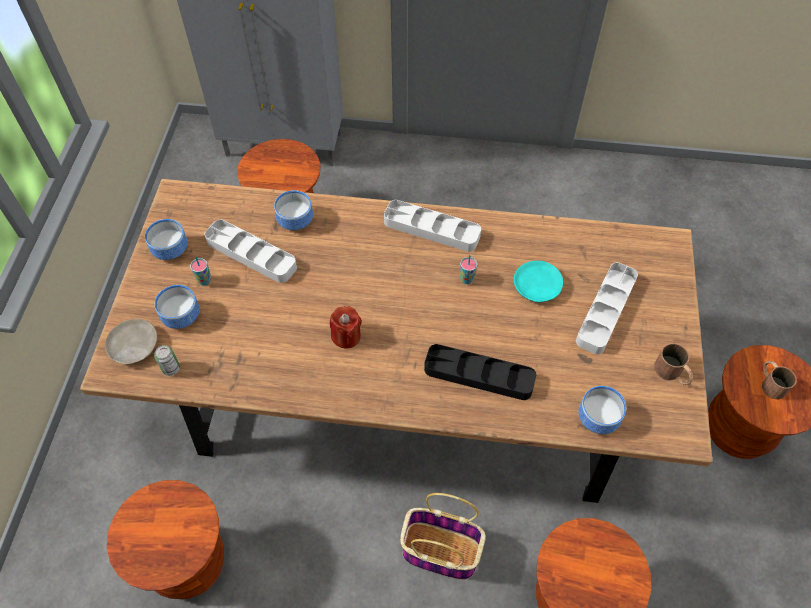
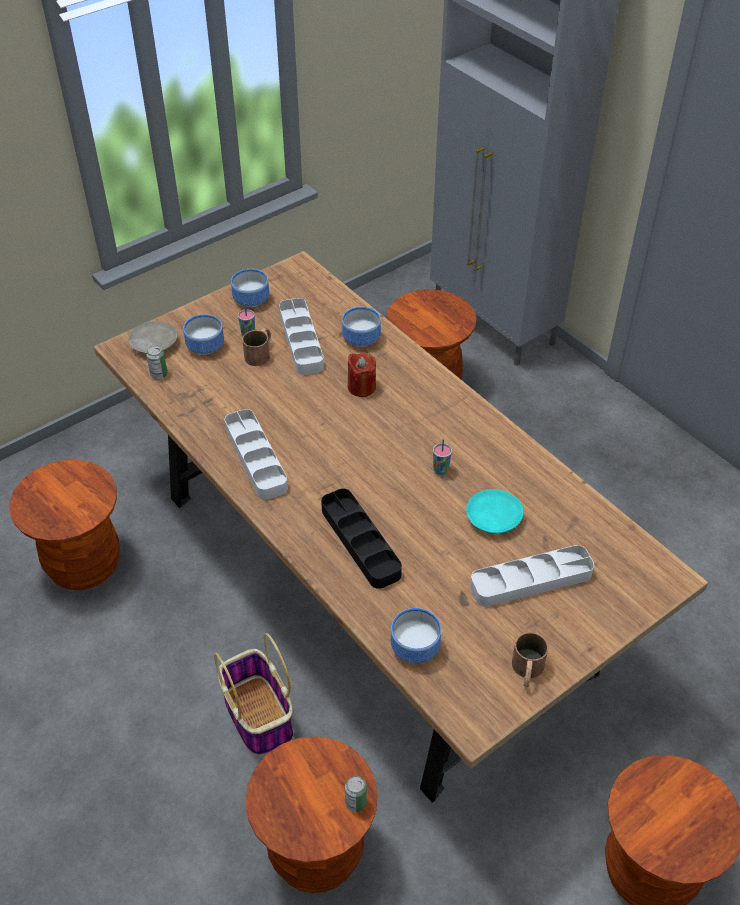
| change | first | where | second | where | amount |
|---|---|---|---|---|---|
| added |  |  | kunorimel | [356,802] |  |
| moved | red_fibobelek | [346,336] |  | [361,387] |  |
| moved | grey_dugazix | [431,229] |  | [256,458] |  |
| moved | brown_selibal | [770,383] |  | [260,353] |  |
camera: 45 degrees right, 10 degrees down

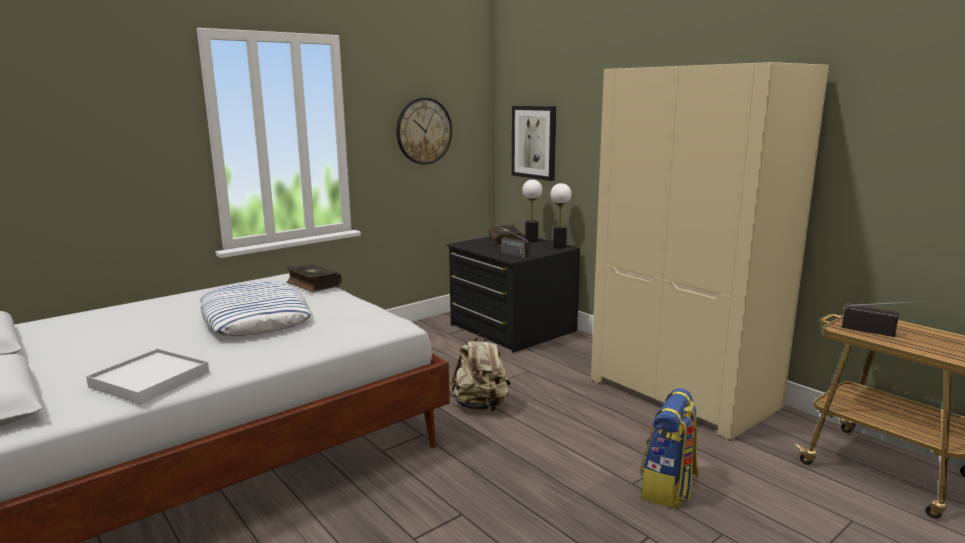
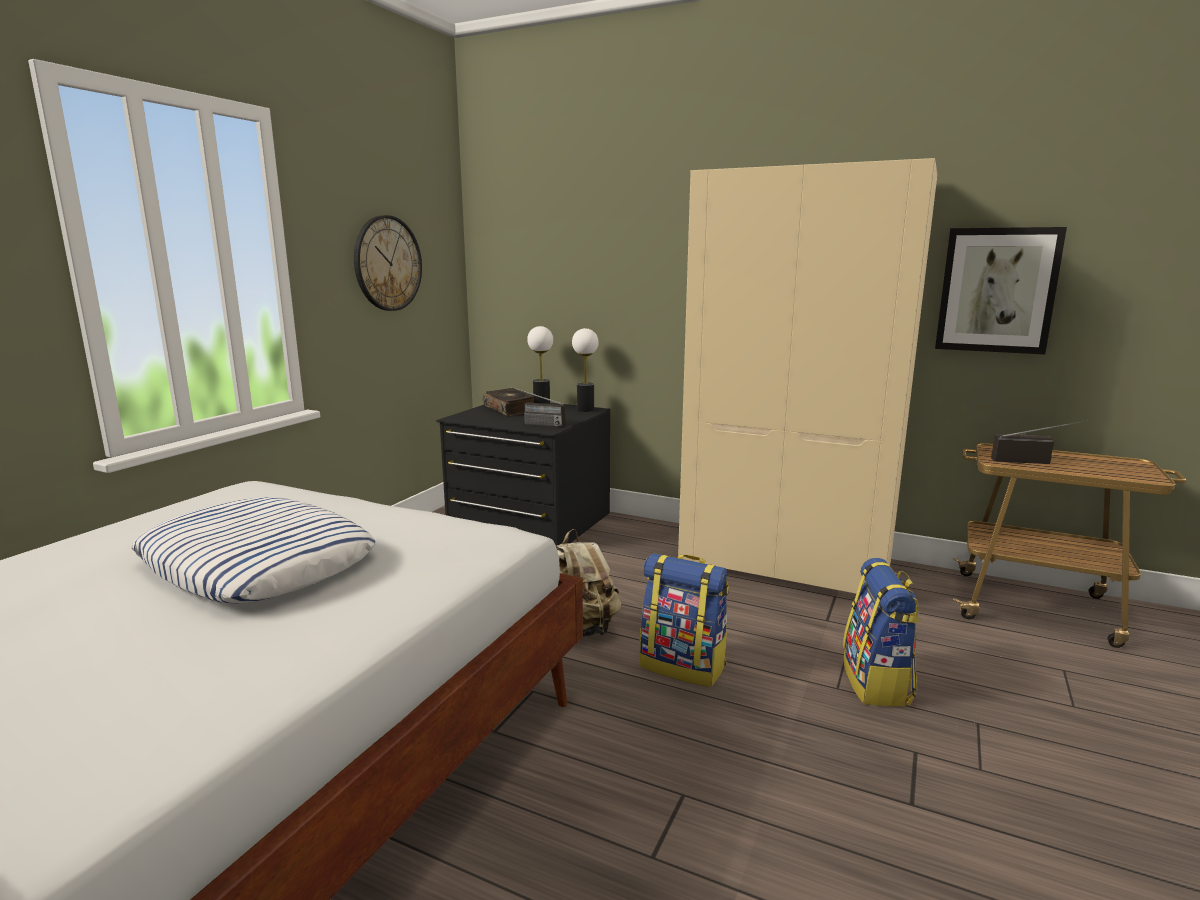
| change | first | where | second | where | amount |
|---|---|---|---|---|---|
| removed | white_dugazix | [150,379] |  |  |  |
| removed | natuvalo | [313,284] |  |  |  |
| added |  |  | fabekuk | [683,666] |  |
| moved | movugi | [534,142] |  | [997,290] |  |
camera: 25 degrees left, 0 degrees up

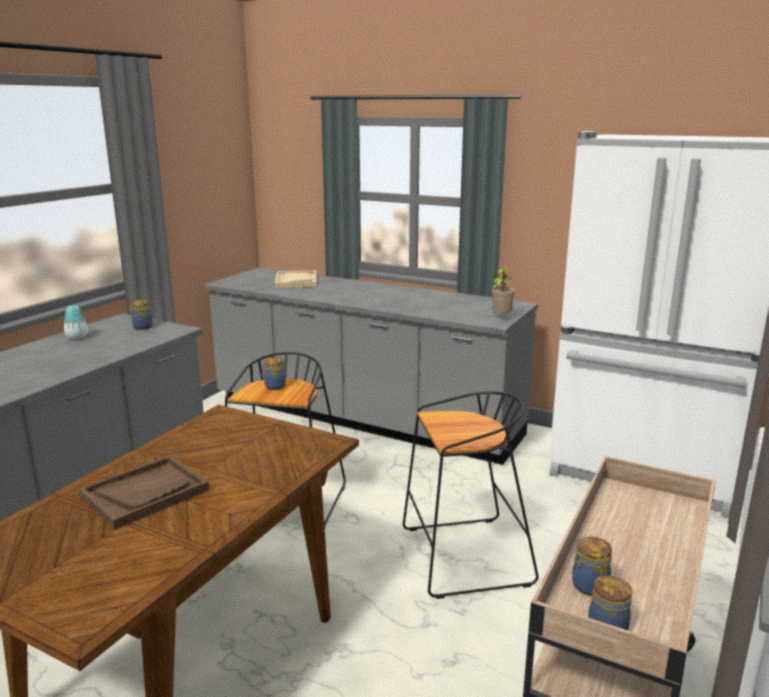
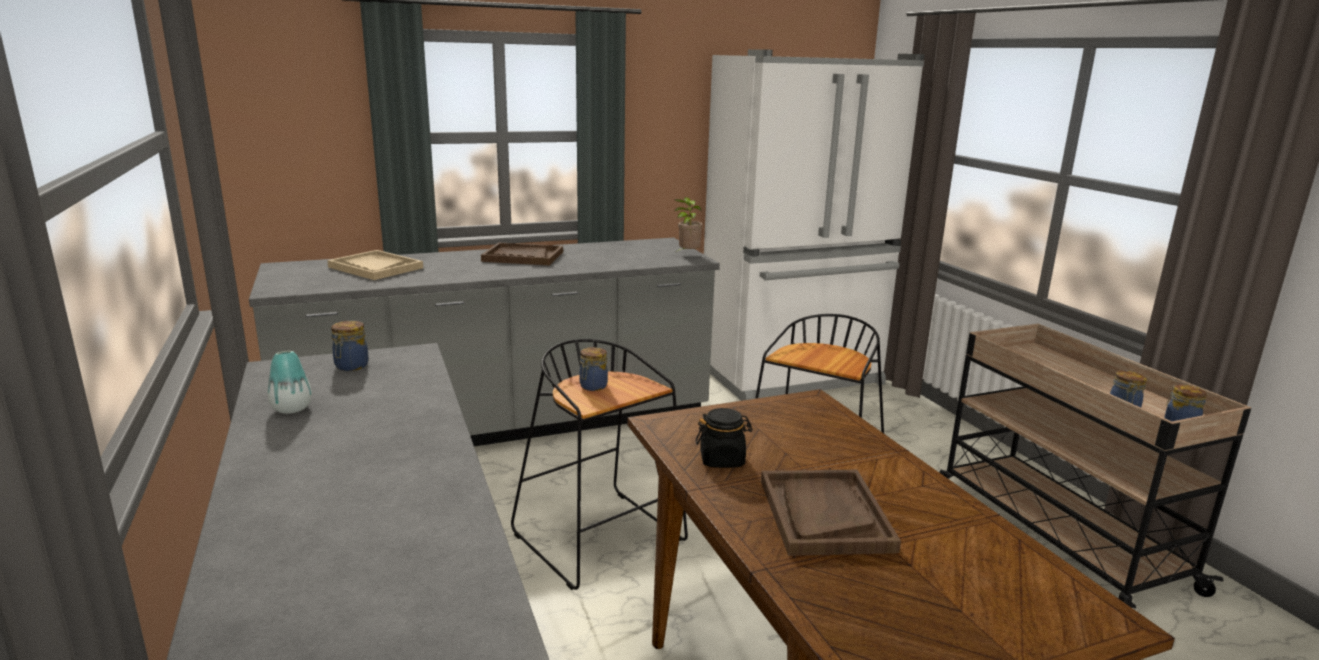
| change | first | where | second | where | amount |
|---|---|---|---|---|---|
| added |  |  | brown_dugazix | [523,257] |  |
| added |  |  | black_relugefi | [722,460] |  |
camera: 50 degrees left, 0 degrees up

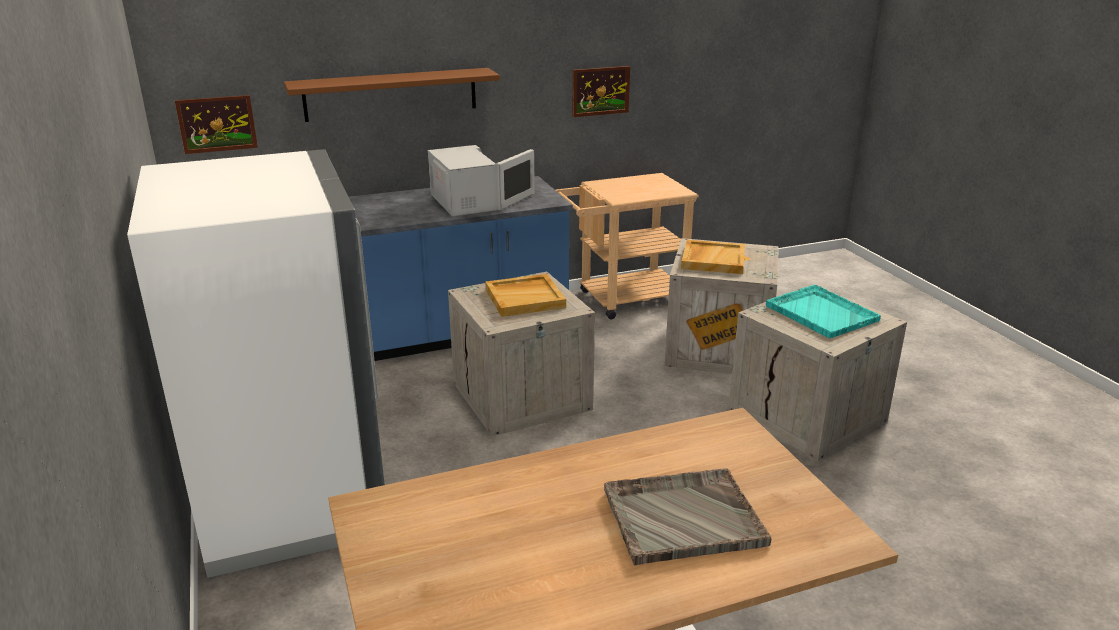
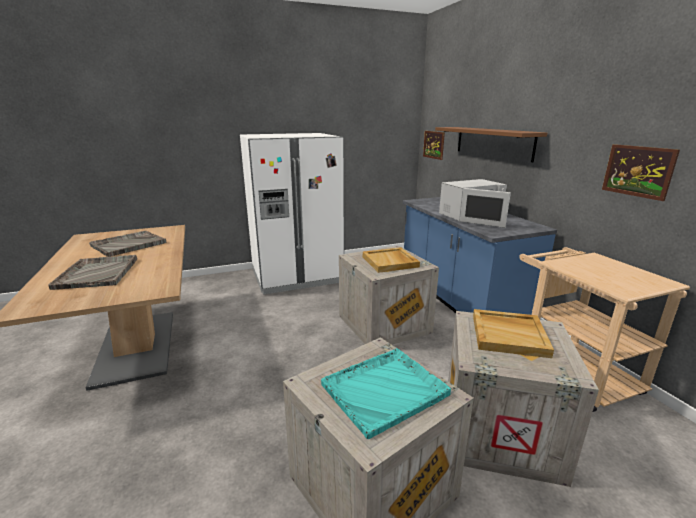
| change | first | where | second | where | amount |
|---|---|---|---|---|---|
| added |  |  | grey_dugazix | [128,244] |  |
camera: 90 degrees right, 5 degrees down

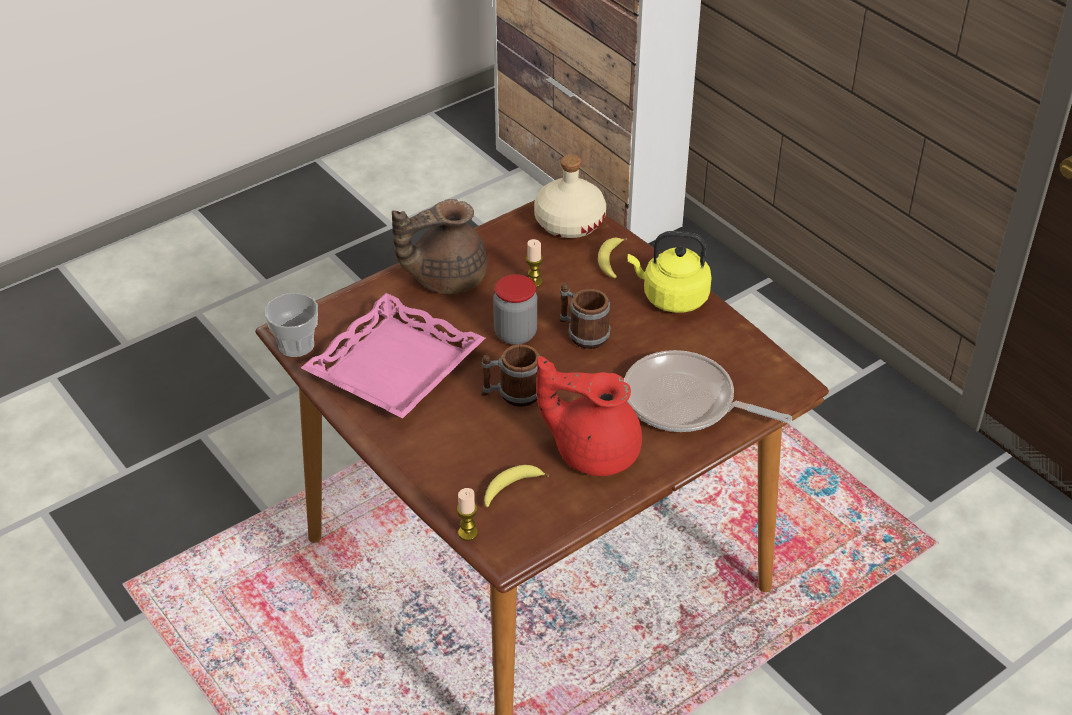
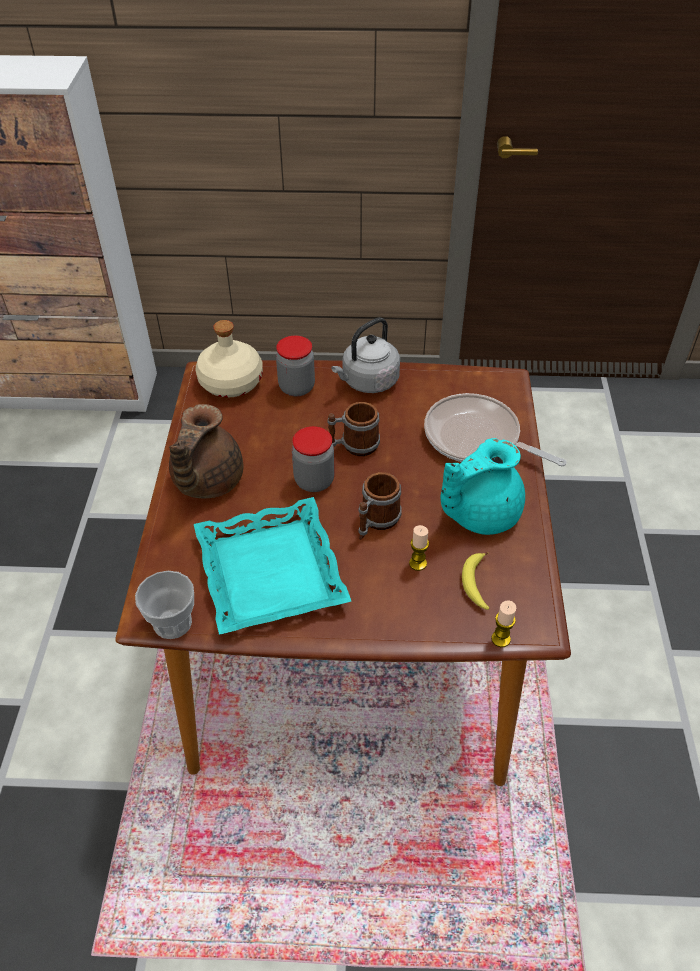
| change | first | where | second | where | amount |
|---|---|---|---|---|---|
| moved | fibobelek | [534,282] |  | [418,563] |  |
| replaced | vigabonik | [610,261] | relugefi | [297,387] |  |
| recoloured | pink_dugazix | [396,367] | turquoise_dugazix | [272,572] |  |
| recoloured | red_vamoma | [593,450] | turquoise_vamoma | [479,513] |  |
| recoloured | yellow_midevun | [671,298] | grey_midevun | [367,382] |  |
| turned | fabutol | [685,402] |  | [477,438] | 60 degrees clockwise |
camera: 50 degrees left, 5 degrees up

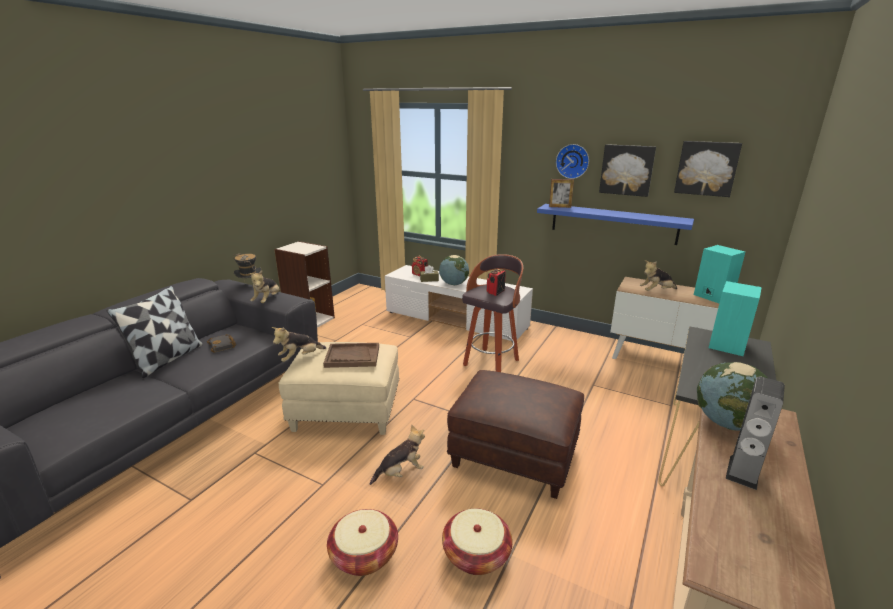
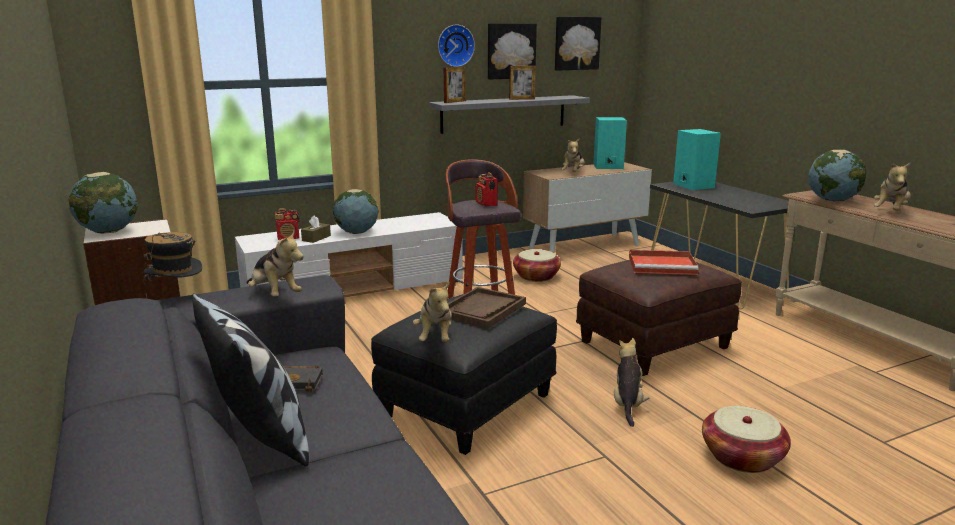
| change | first | where | second | where | amount |
|---|---|---|---|---|---|
| added |  |  | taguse | [108,232] |  |
| added |  |  | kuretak | [522,99] |  |
| added |  |  | red_dugazix | [663,265] |  |
| moved | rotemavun | [476,554] |  | [536,276] |  |
| replaced | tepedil | [742,472] | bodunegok | [890,211] |  |
| recoloured | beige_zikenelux | [347,410] | black_zikenelux | [467,404] |  |
| recoloured | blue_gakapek | [613,223] | grey_gakapek | [504,114] |  |
camera: 55 degrees left, 5 degrees down

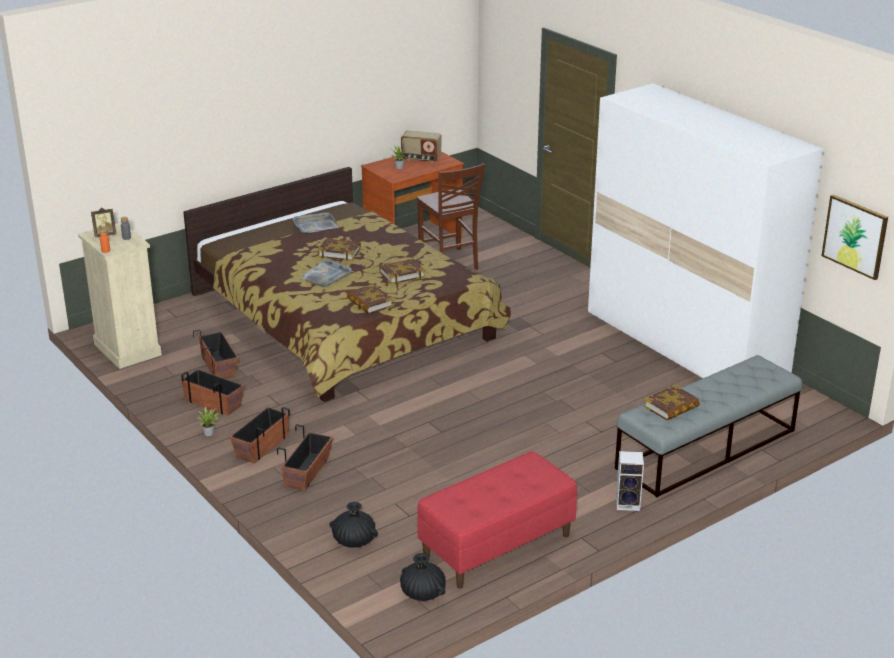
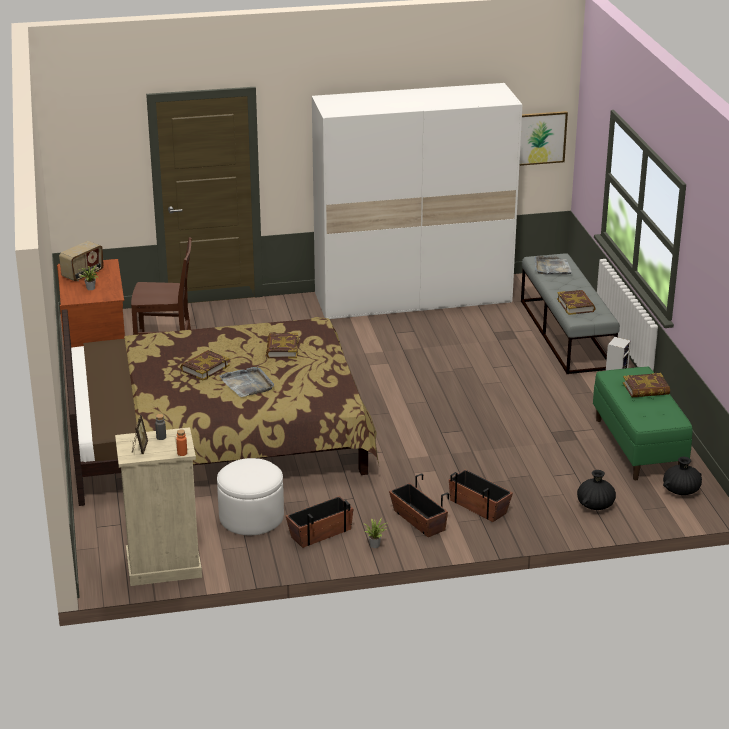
| change | first | where | second | where | amount |
|---|---|---|---|---|---|
| moved | grey_dugazix | [315,225] |  | [552,268] |  |
| moved | natuvalo | [370,303] |  | [646,389] |  |
| replaced | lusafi | [219,366] | white_zikenelux | [251,517] |  |
| recoloured | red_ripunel | [497,547] | green_ripunel | [639,446] |  |
camera: 65 degrees left, 0 degrees up

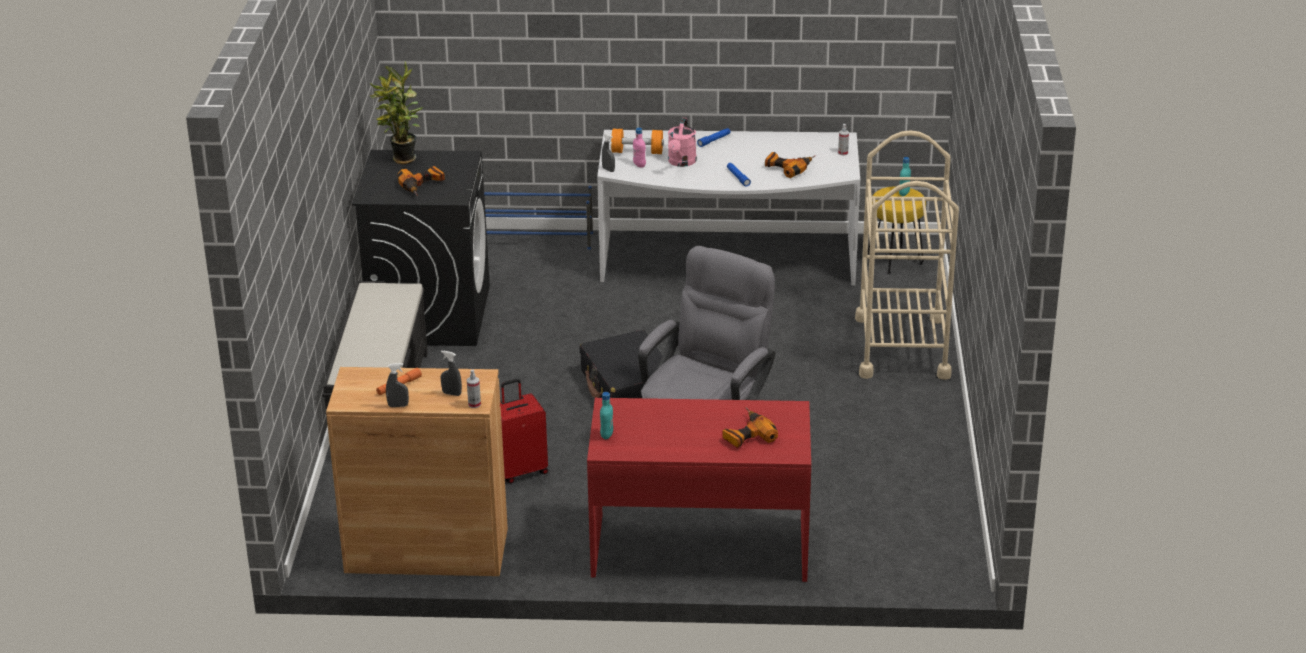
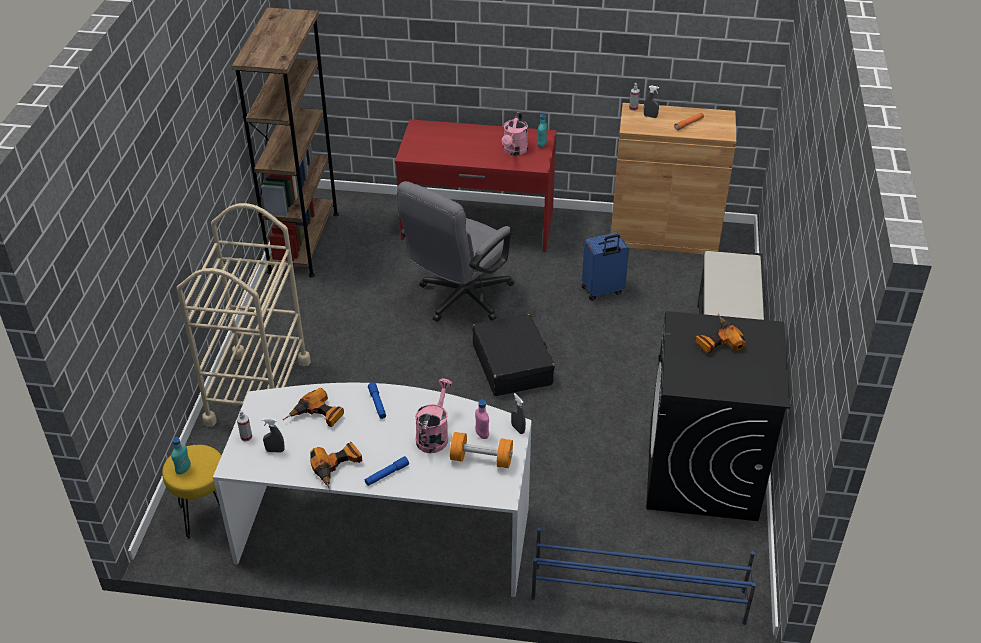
| change | first | where | second | where | amount |
|---|---|---|---|---|---|
| removed | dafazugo | [402,160] |  |  |  |
| added |  |  | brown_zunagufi | [304,242] |  |
| added |  |  | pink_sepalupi | [514,151] |  |
| moved | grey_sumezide | [398,406] |  | [275,450] |  |
| moved | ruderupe | [746,435] |  | [338,468] |  |
| recoloured | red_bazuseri | [520,470] | blue_bazuseri | [602,291] |  |
camera: 175 degrees left, 10 degrees up

